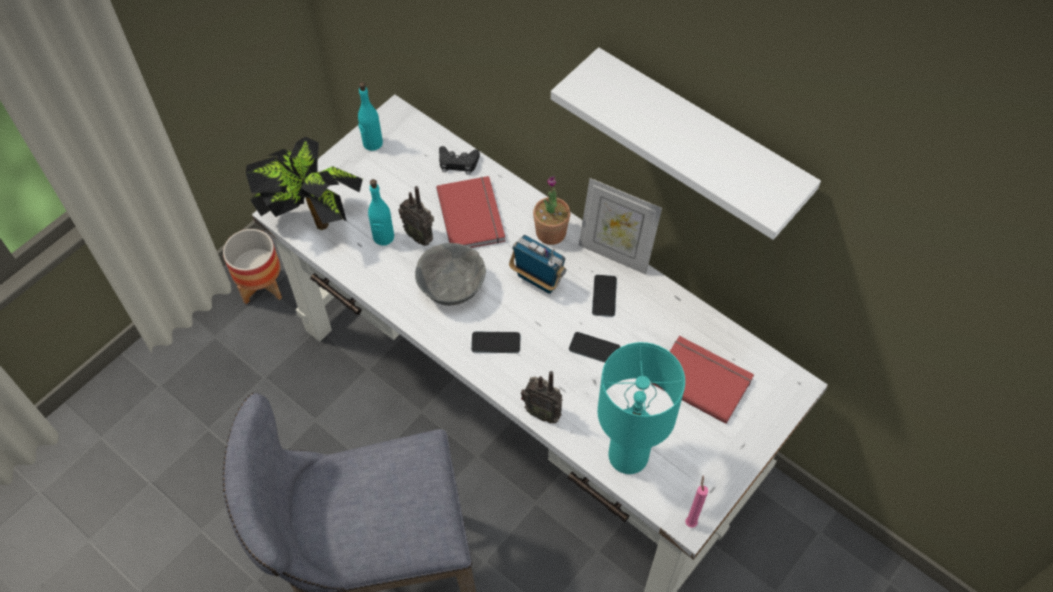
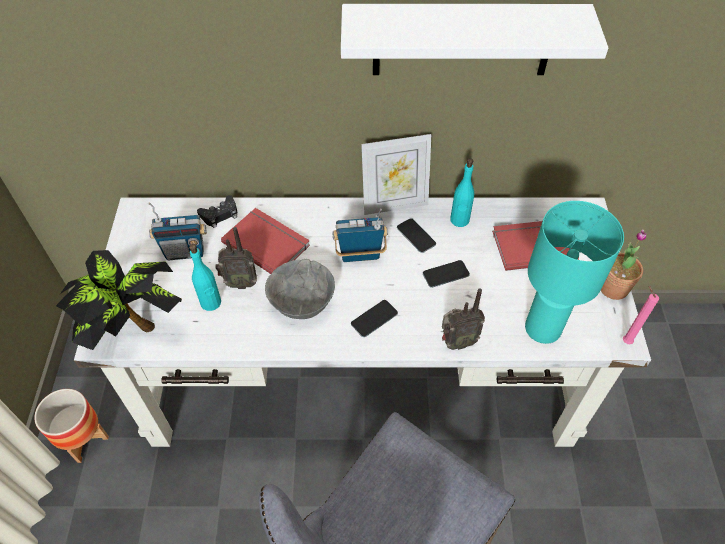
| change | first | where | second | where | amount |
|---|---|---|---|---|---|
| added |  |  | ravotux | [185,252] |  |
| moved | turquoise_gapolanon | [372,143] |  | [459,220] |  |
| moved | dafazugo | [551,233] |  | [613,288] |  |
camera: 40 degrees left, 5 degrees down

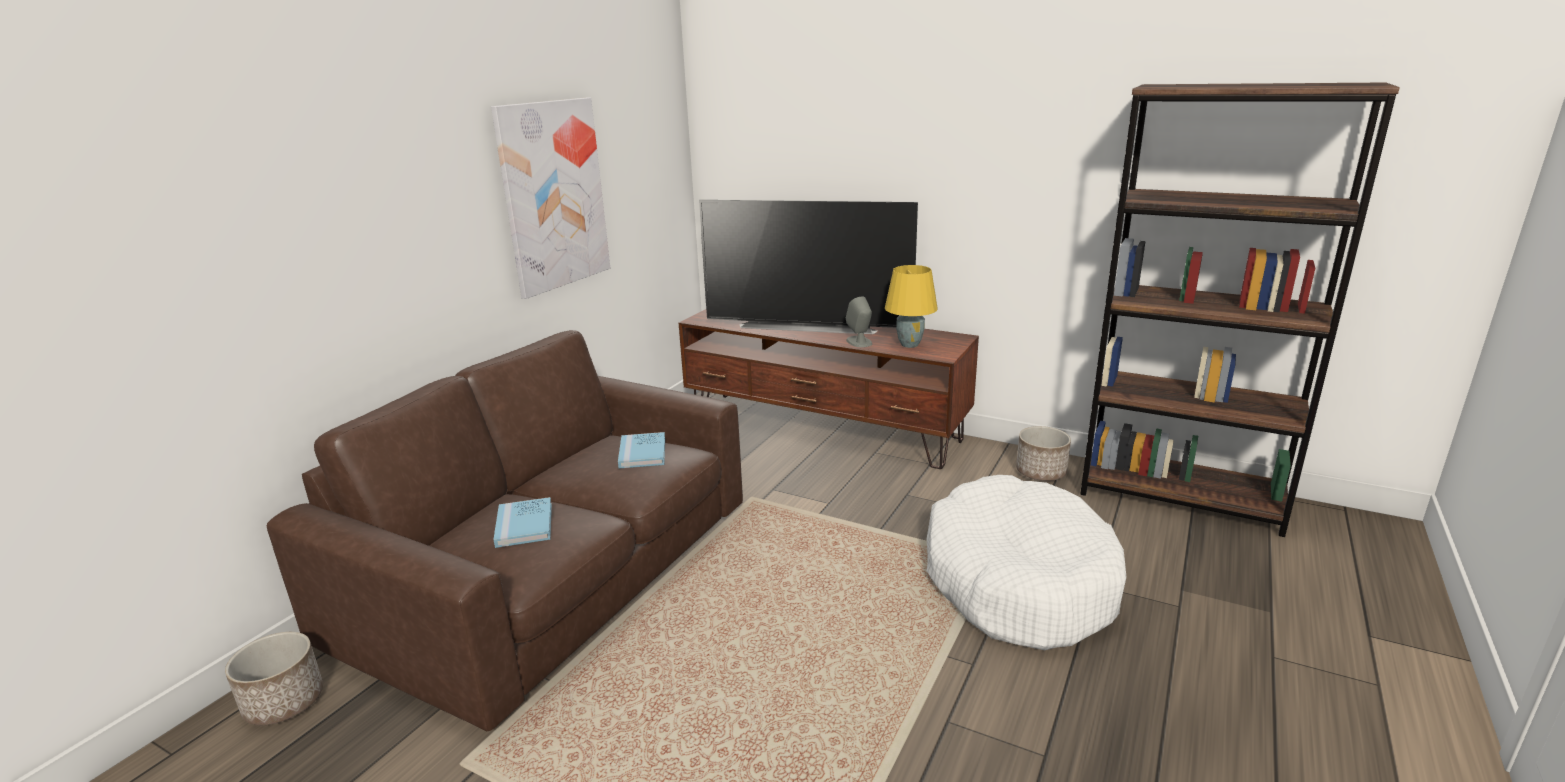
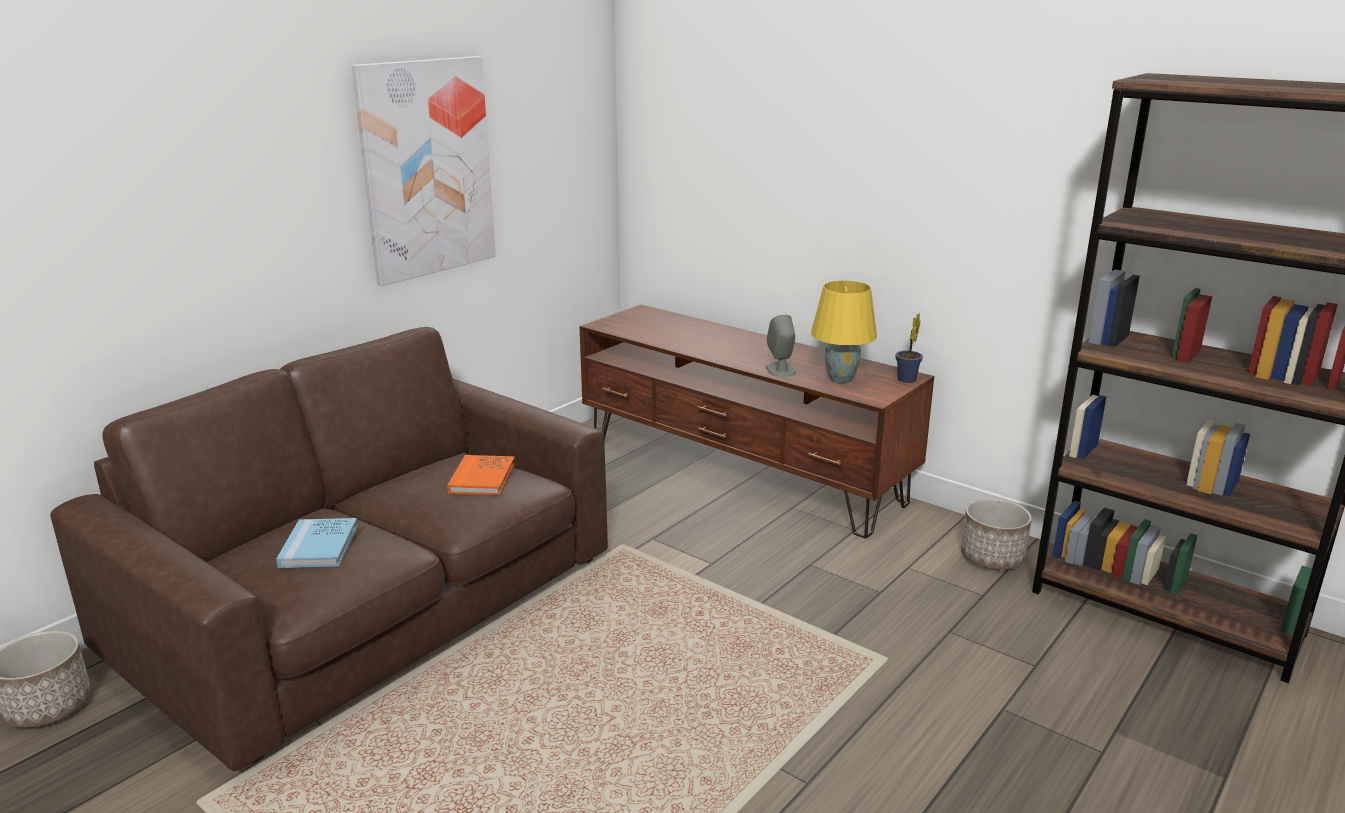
| change | first | where | second | where | amount |
|---|---|---|---|---|---|
| removed | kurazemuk | [809,325] |  |  |  |
| removed | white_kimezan | [1017,581] |  |  |  |
| added |  |  | dafazugo | [906,380] |  |
| recoloured | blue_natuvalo | [642,453] | orange_natuvalo | [482,478] |  |
camera: 10 degrees right, 0 degrees up

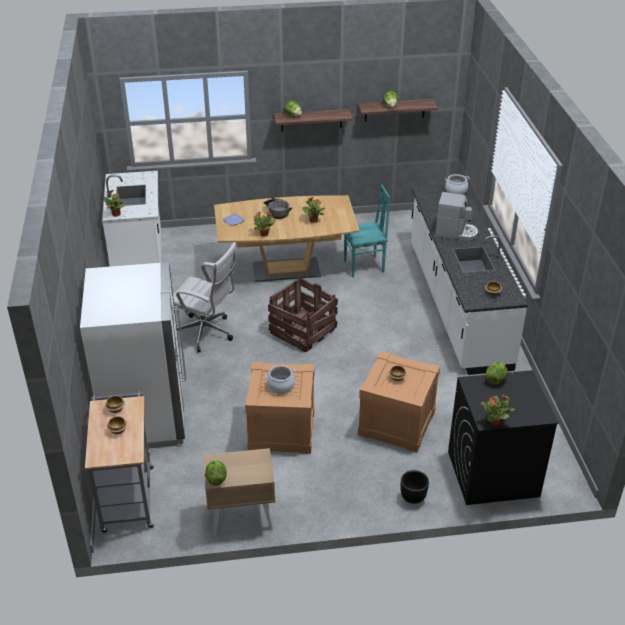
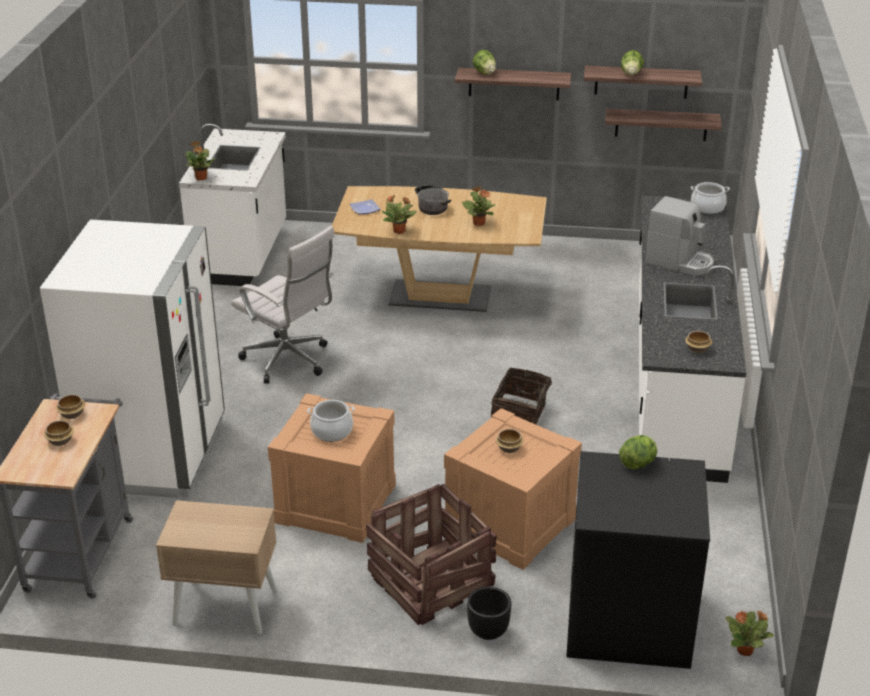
| change | first | where | second | where | amount |
|---|---|---|---|---|---|
| removed | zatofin | [216,479] |  |  |  |
| removed | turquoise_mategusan | [364,267] |  |  |  |
| added |  |  | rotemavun | [520,415] |  |
| added |  |  | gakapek | [661,124] |  |
| moved | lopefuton | [302,331] |  | [429,583] |  |
| moved | dafazugo | [495,422] |  | [745,650] |  |
camera: 15 degrees right, 5 degrees down

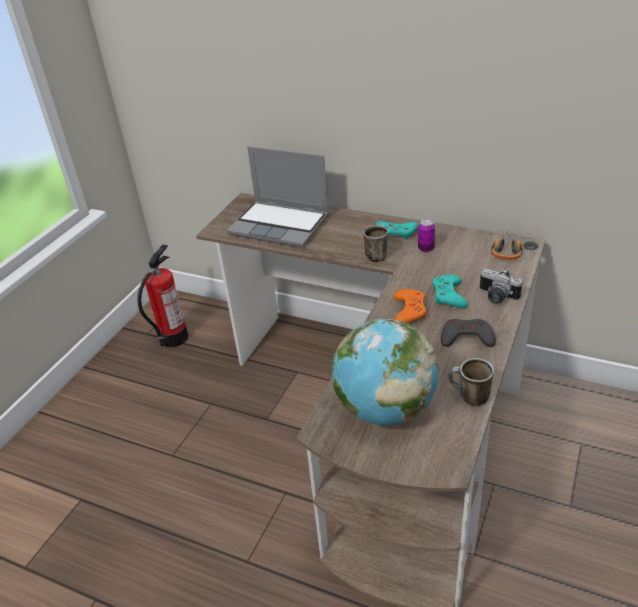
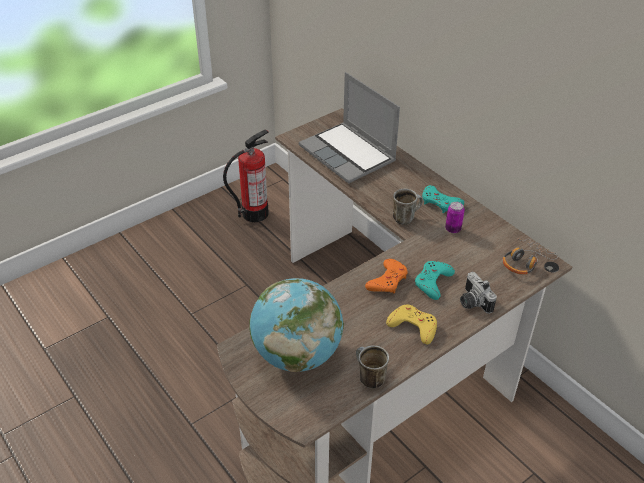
| change | first | where | second | where | amount |
|---|---|---|---|---|---|
| recoloured | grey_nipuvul | [466,337] | yellow_nipuvul | [413,326] |  |
camera: 25 degrees right, 5 degrees up

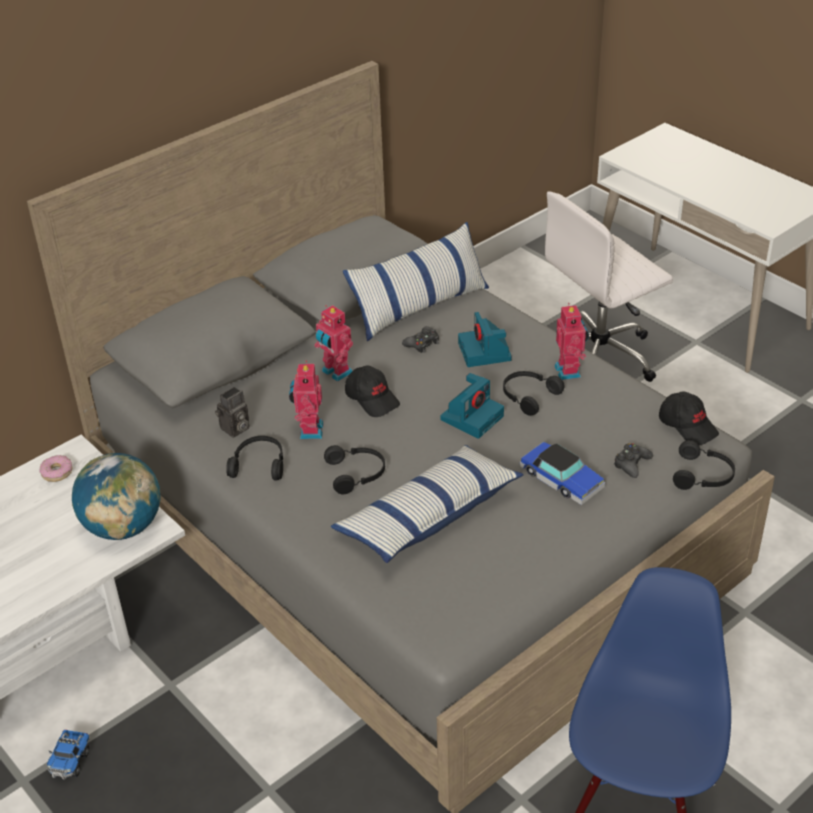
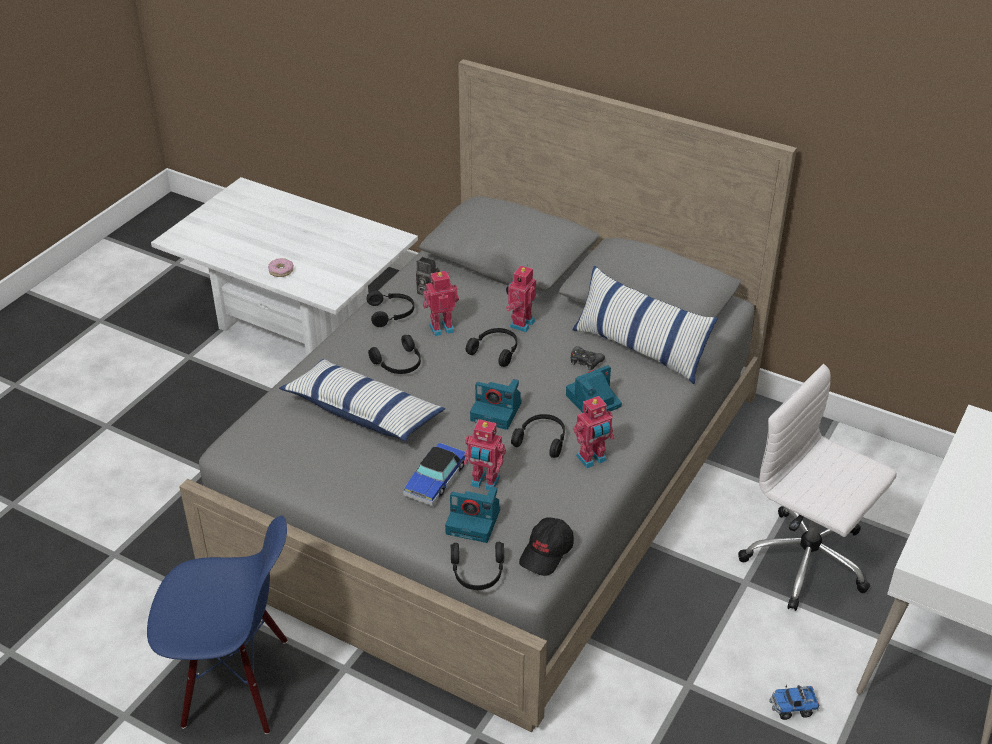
| change | first | where | second | where | amount |
|---|---|---|---|---|---|
| removed | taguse | [123,527] |  |  |  |
| added |  |  | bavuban | [484,483] |  |
| moved | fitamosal | [57,472] |  | [281,271] |  |
| moved | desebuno | [70,761] |  | [792,708] |  |
| replaced | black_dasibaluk | [372,398] | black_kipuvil | [496,351] |  |
| replaced | black_nipuvul | [631,464] | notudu | [474,521] |  |
camera: 70 degrees right, 0 degrees up

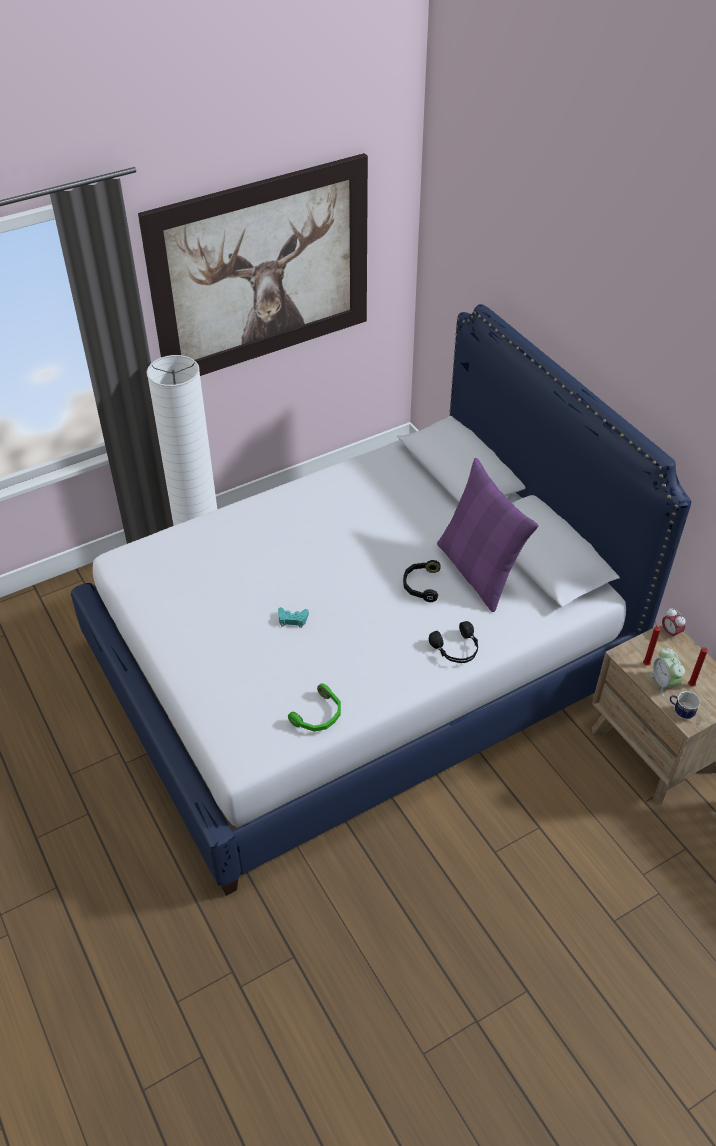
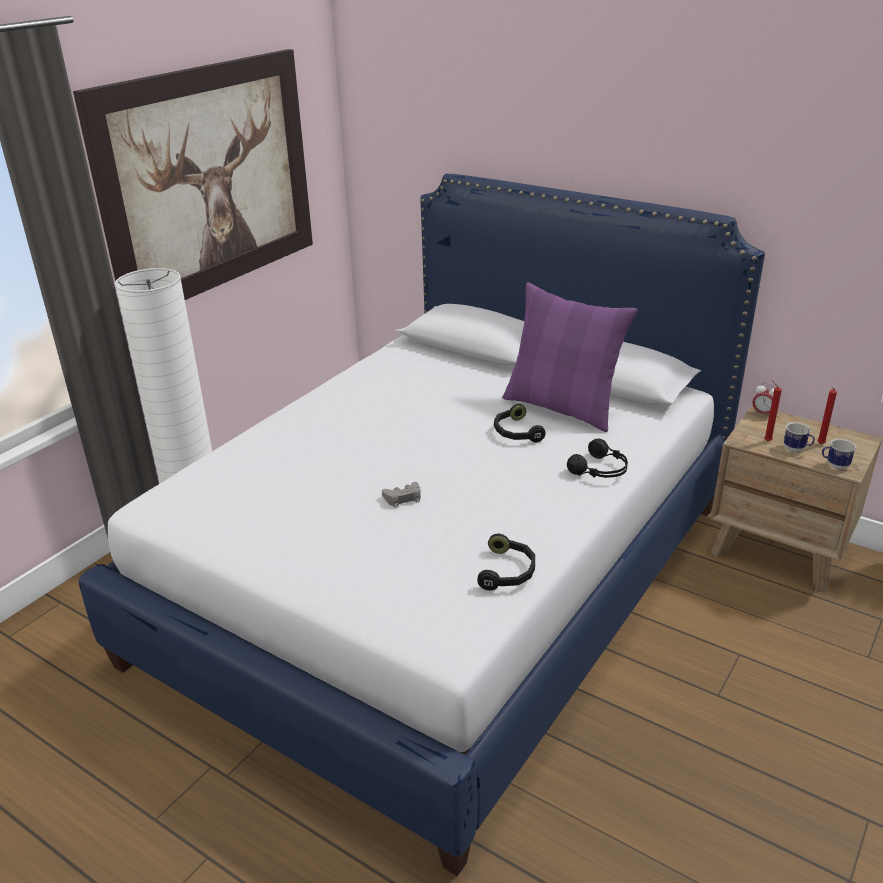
| change | first | where | second | where | amount |
|---|---|---|---|---|---|
| replaced | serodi | [663,683] | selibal | [797,449] |  |
| recoloured | turquoise_nipuvul | [292,619] | grey_nipuvul | [403,498] |  |
| recoloured | green_kipuvil | [319,716] | black_kipuvil | [508,571] |  |
camera: 25 degrees left, 15 degrees down

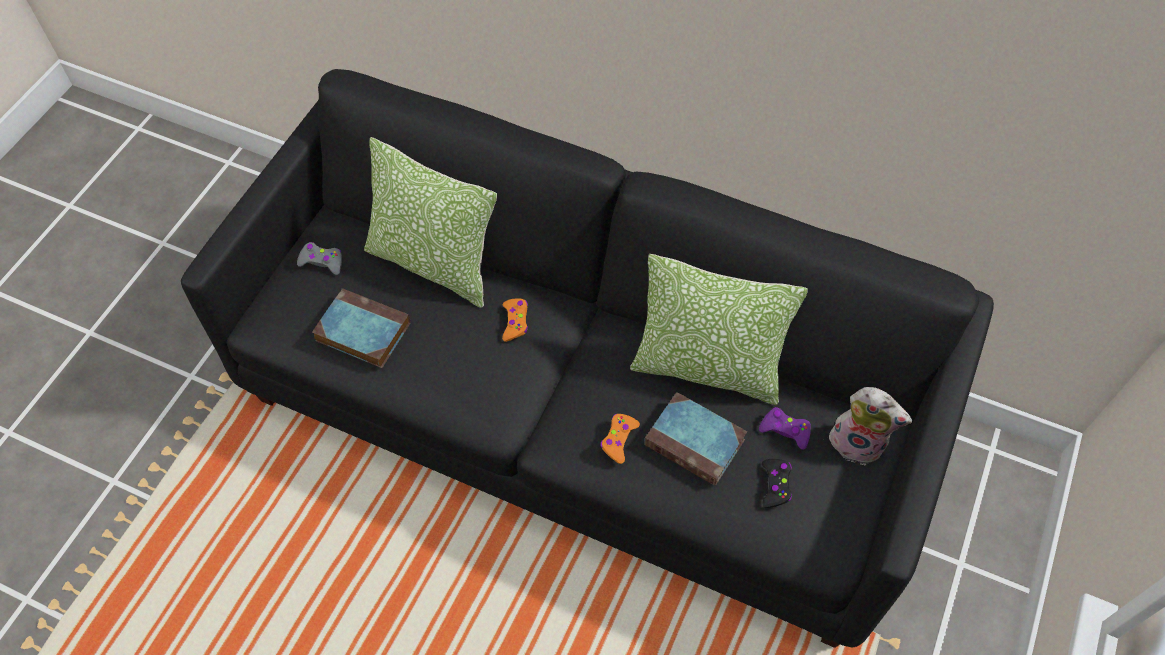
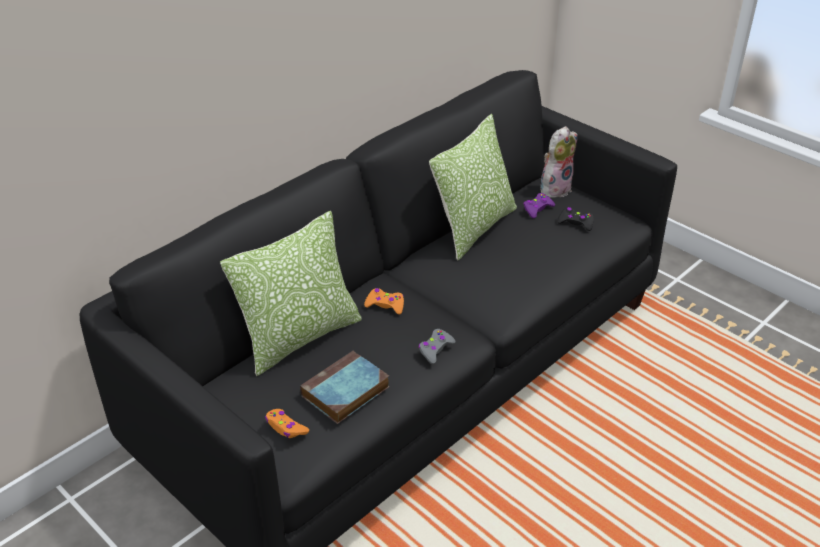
| change | first | where | second | where | amount |
|---|---|---|---|---|---|
| removed | natuvalo | [696,442] |  |  |  |
| moved | grey_nipuvul | [322,262] |  | [435,349] |  |
| moved | orange_nipuvul | [618,440] |  | [286,428] |  |
camera: 70 degrees left, 20 degrees down

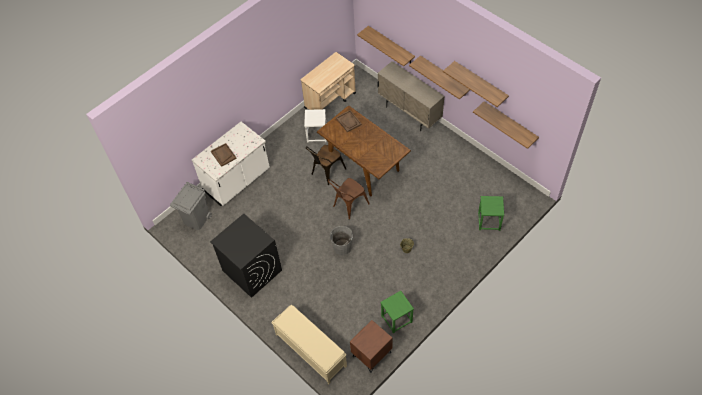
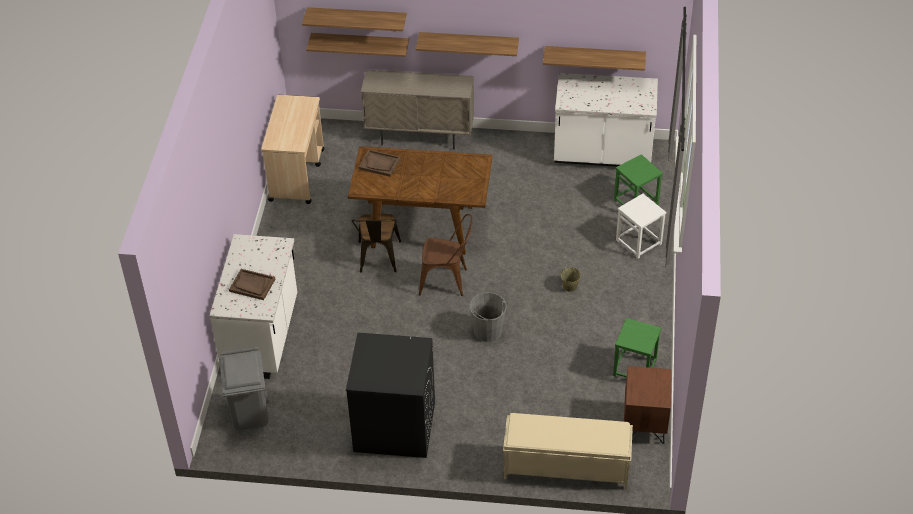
| change | first | where | second | where | amount |
|---|---|---|---|---|---|
| added |  |  | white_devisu | [602,155] |  |
| moved | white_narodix | [317,134] |  | [639,242] |  |
| moved | gakapek | [480,83] |  | [357,18] |  |
| turned | brown_mategusan | [348,206] |  | [447,281] | 90 degrees counterclockwise |
camera: 40 degrees left, 10 degrees down

